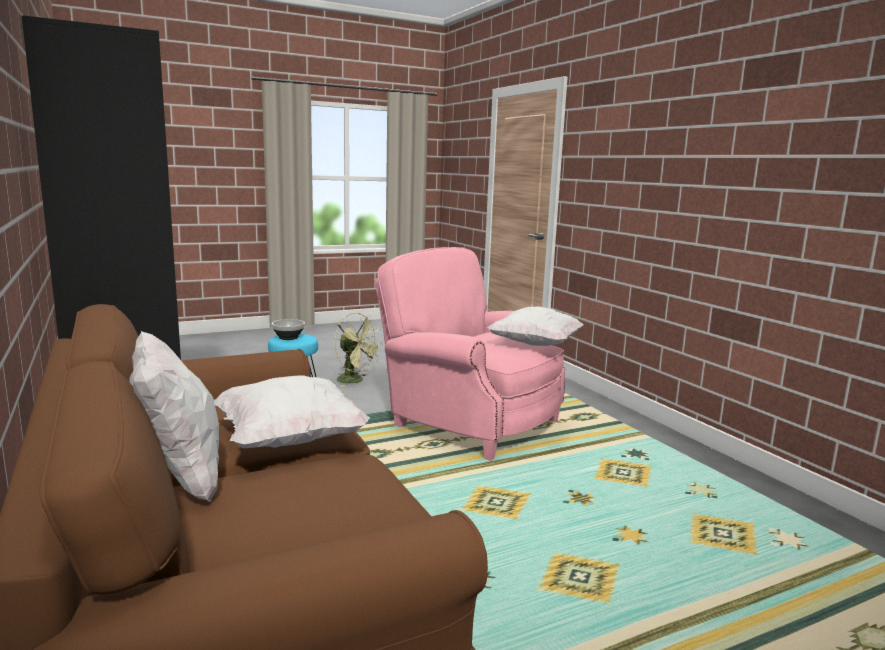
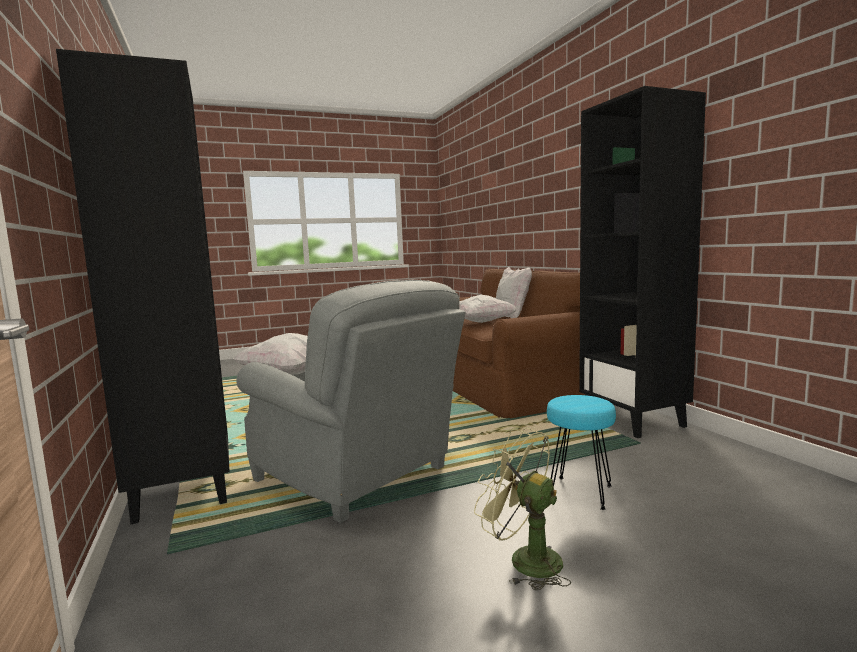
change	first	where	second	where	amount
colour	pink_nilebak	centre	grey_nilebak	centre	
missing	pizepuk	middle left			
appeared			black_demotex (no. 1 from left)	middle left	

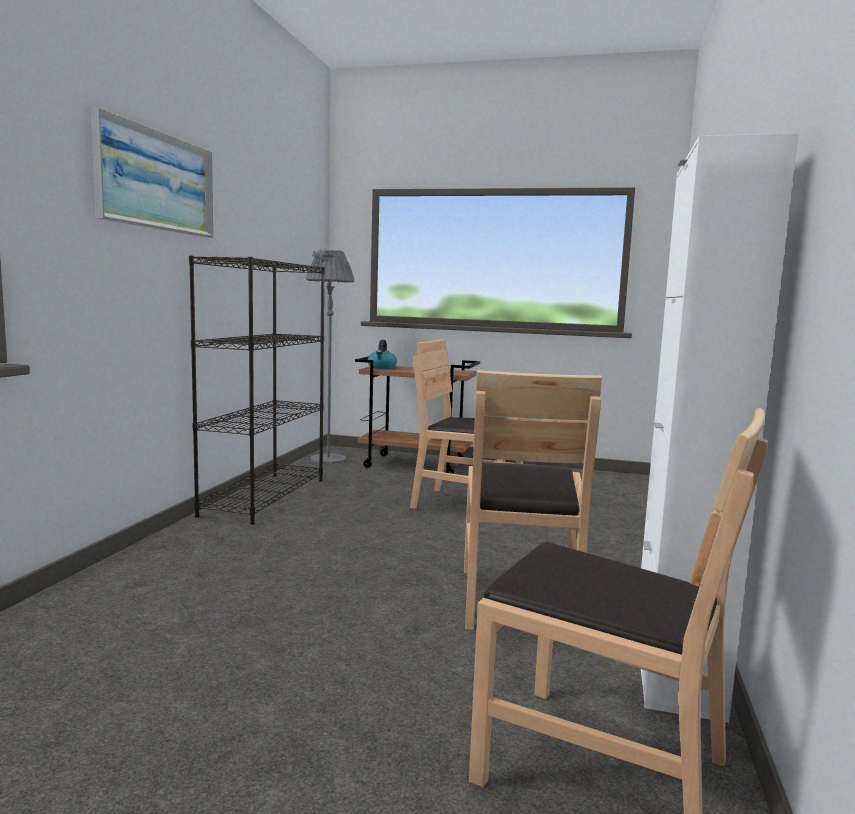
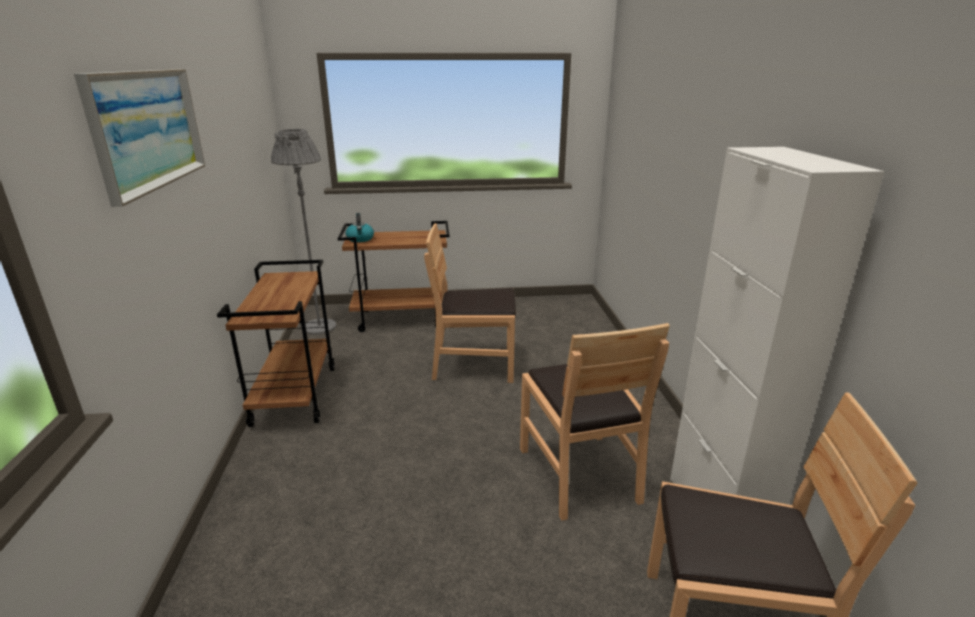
change	first	where	second	where	amount
exchanged	black_demotex	middle left	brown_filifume (no. 1 from left)	middle left	

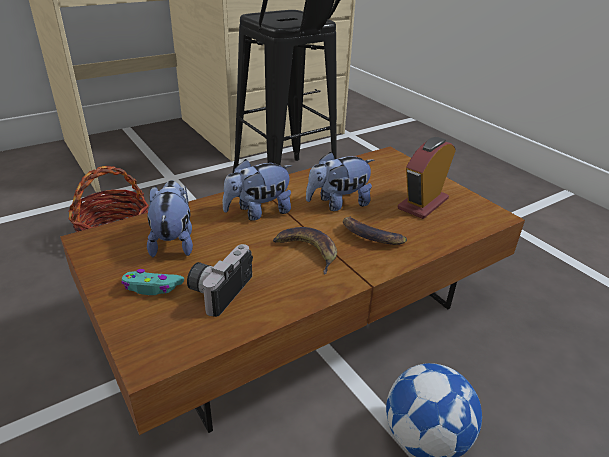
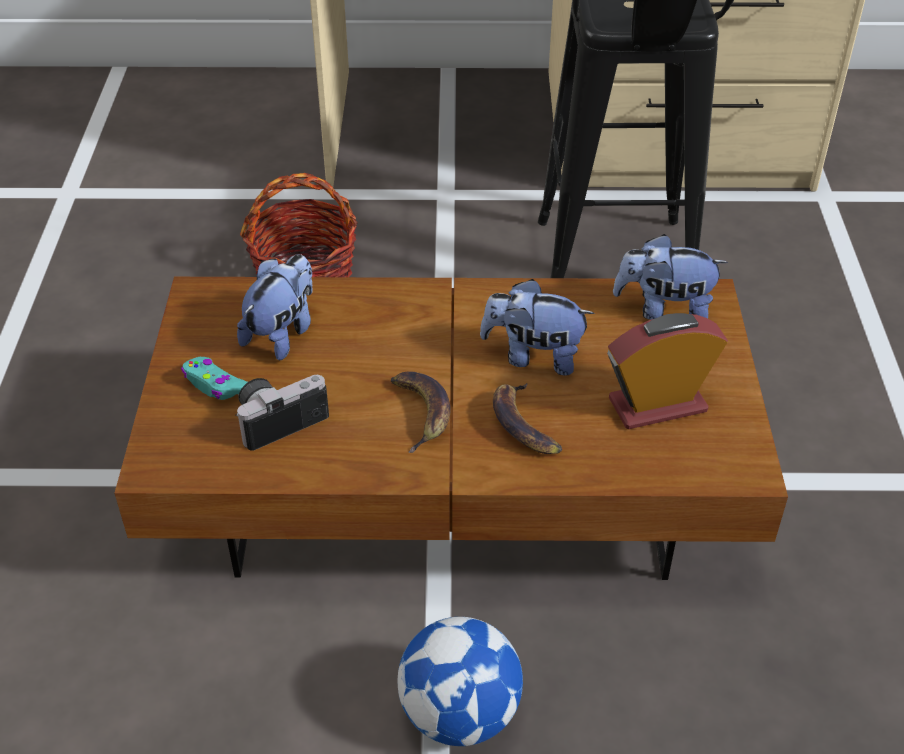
change	first	where	second	where	amount
relocated	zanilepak (no. 2 from left in the first image)	centre	zanilepak (no. 3 from left)	middle right	

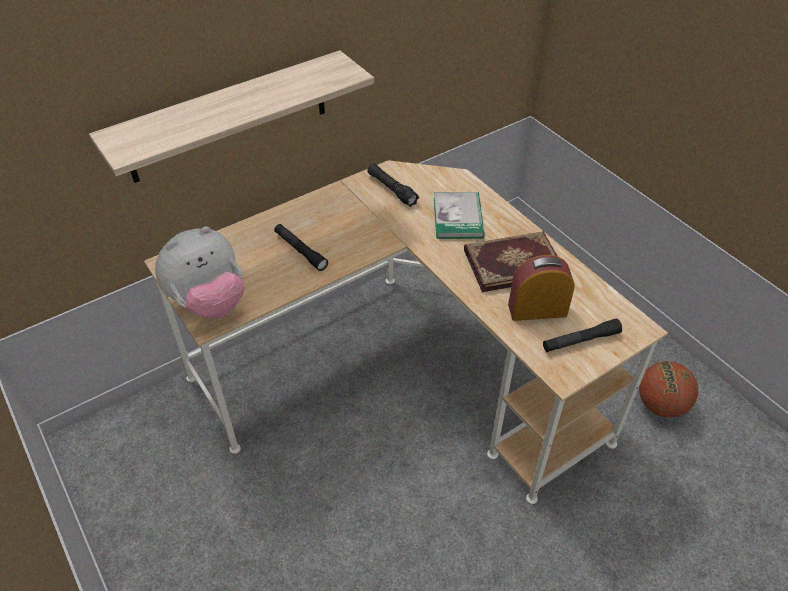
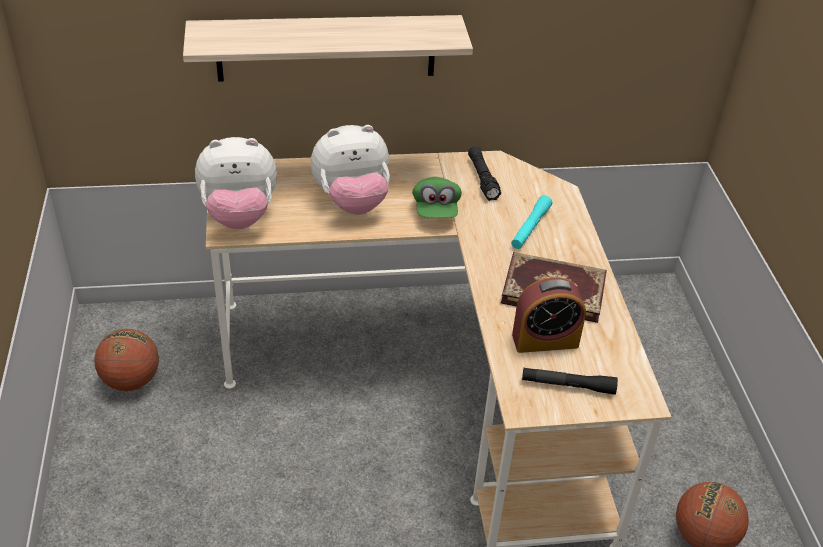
change	first	where	second	where	amount
exchanged	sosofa (no. 1 from left)	centre	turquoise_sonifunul	centre	
exchanged	black_sonifunul (no. 1 from left)	centre	zanilepak (no. 2 from left)	top centre	
spun	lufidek	middle right		middle right	150 degrees clockwise
appeared			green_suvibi	centre	
appeared			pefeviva (no. 1 from left)	middle left	

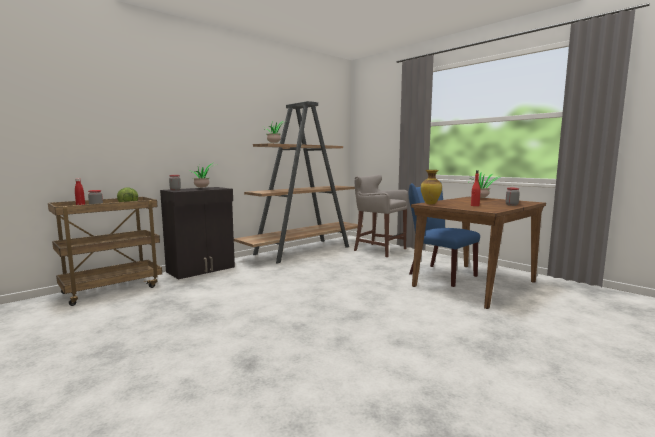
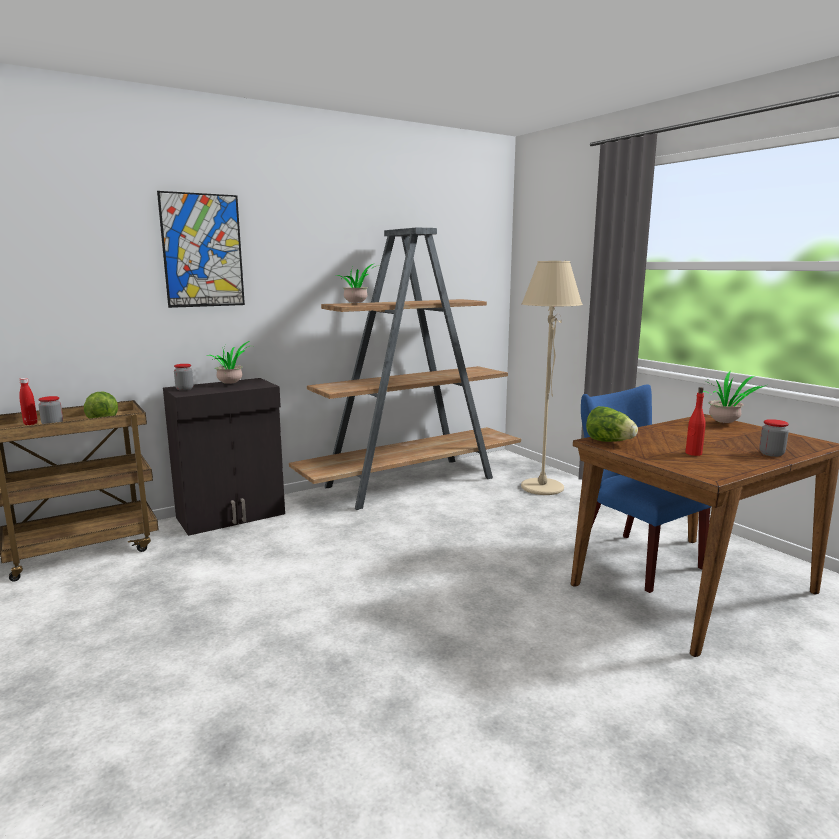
change	first	where	second	where	amount
exchanged	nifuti	centre	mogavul (no. 2 from left)	middle right	
exchanged	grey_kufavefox	centre	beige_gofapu	centre	
appeared			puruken	top left	

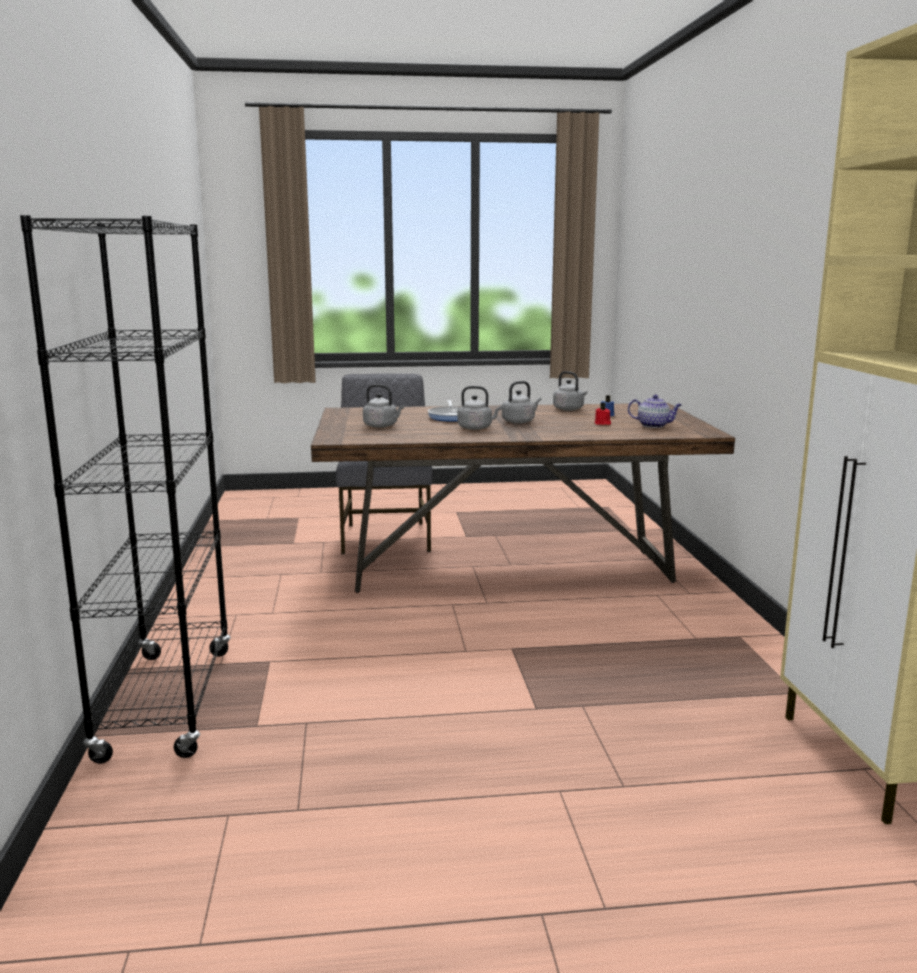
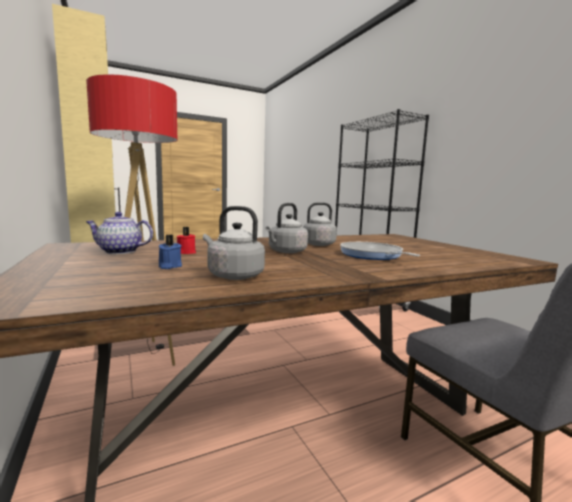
change	first	where	second	where	amount
missing	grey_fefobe (no. 1 from left)	centre			
appeared			gofapu	middle left	

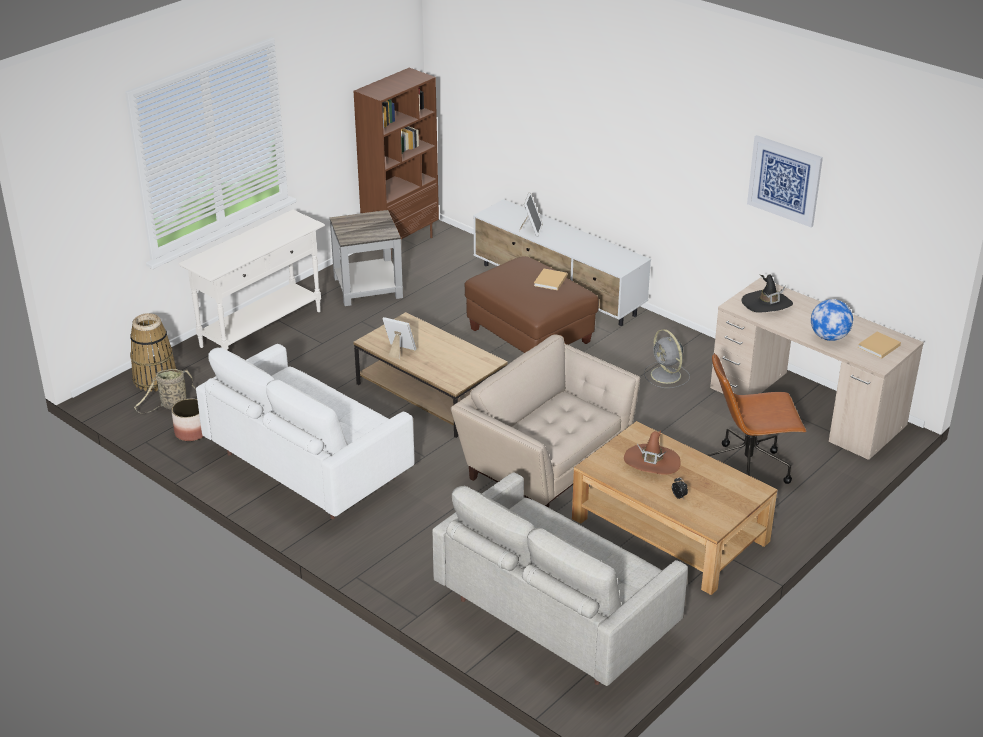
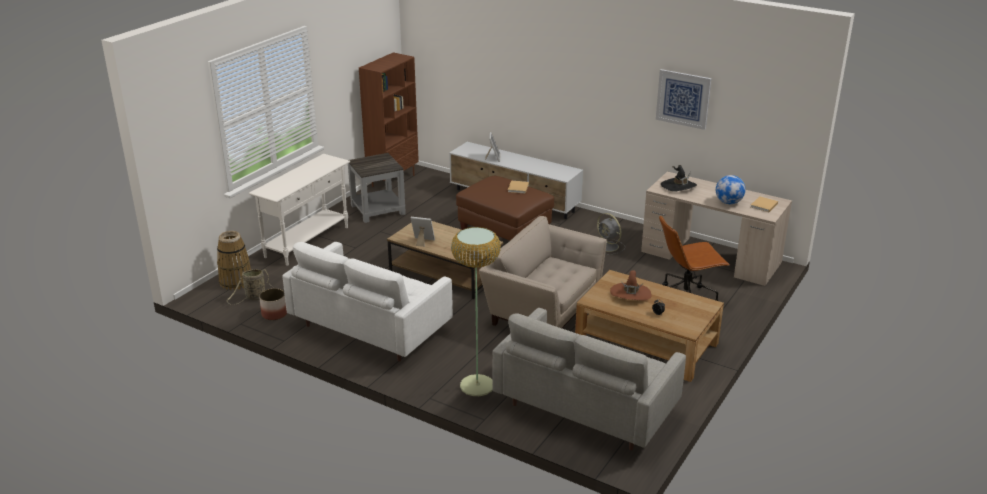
change	first	where	second	where	amount
appeared			gofapu	centre	

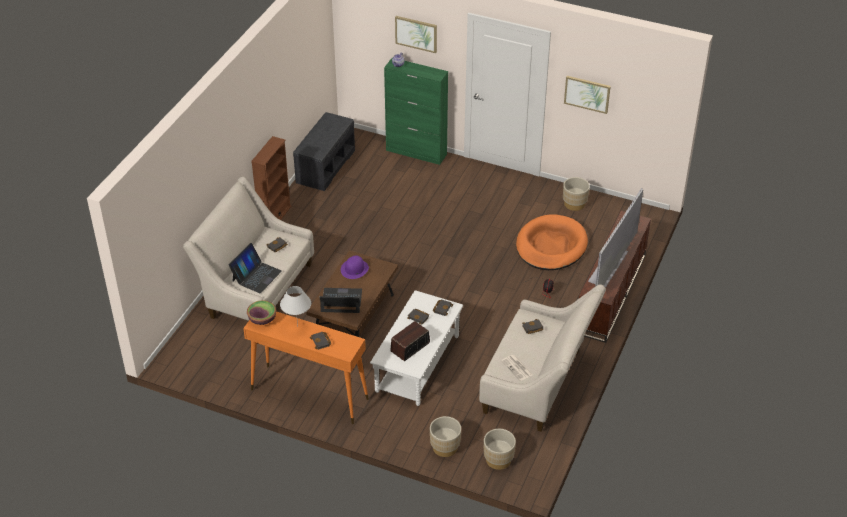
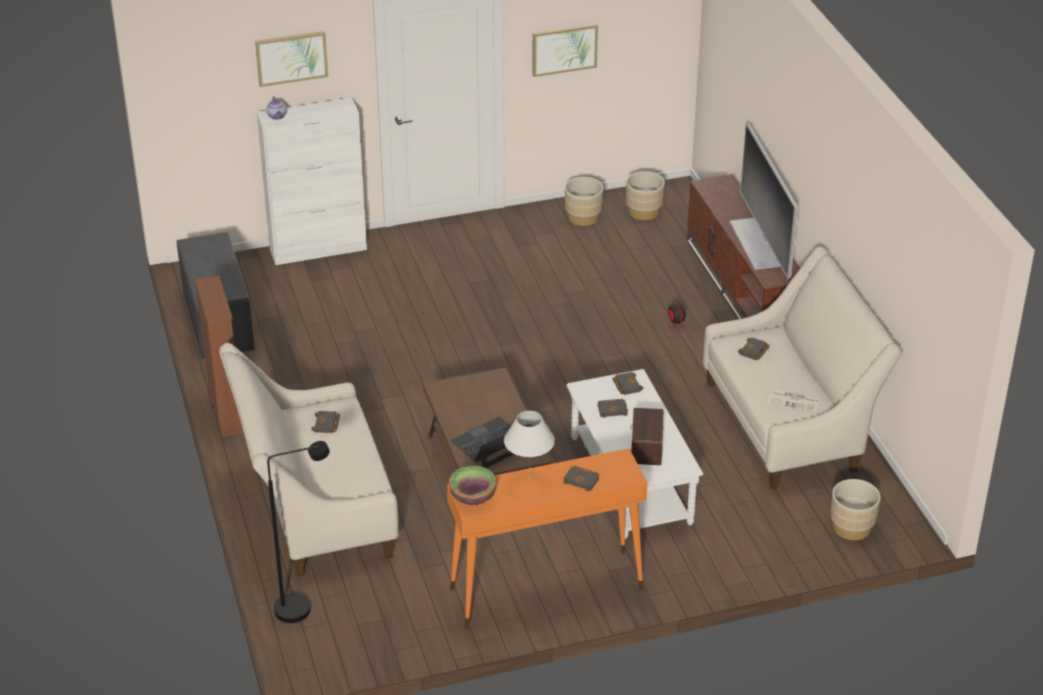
change	first	where	second	where	amount
colour	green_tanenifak	top centre	white_tanenifak	top left	
missing	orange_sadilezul	centre			
missing	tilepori (no. 1 from left)	middle left			
missing	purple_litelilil	centre			
relocated	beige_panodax (no. 1 from left in the first image)	bottom centre	beige_panodax (no. 2 from left)	top centre	
appeared			black_gofapu	bottom left	

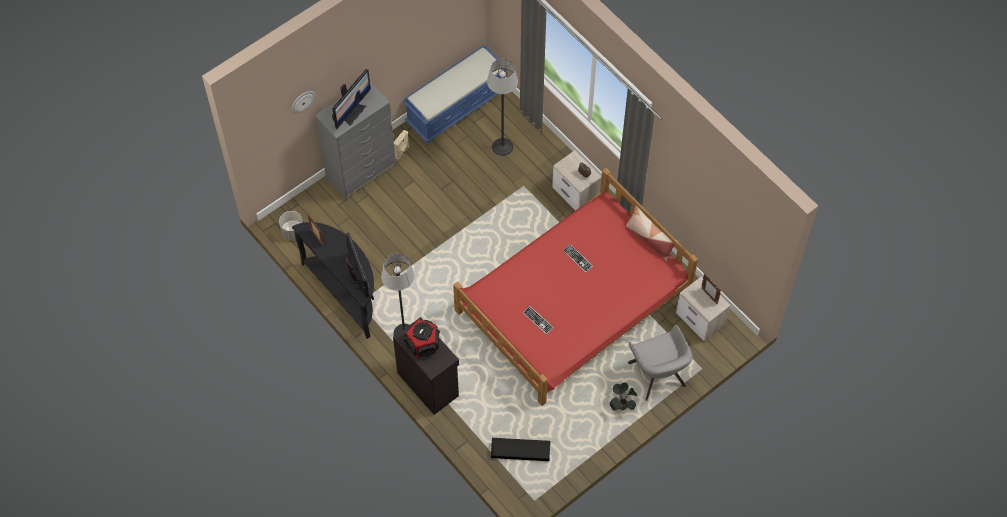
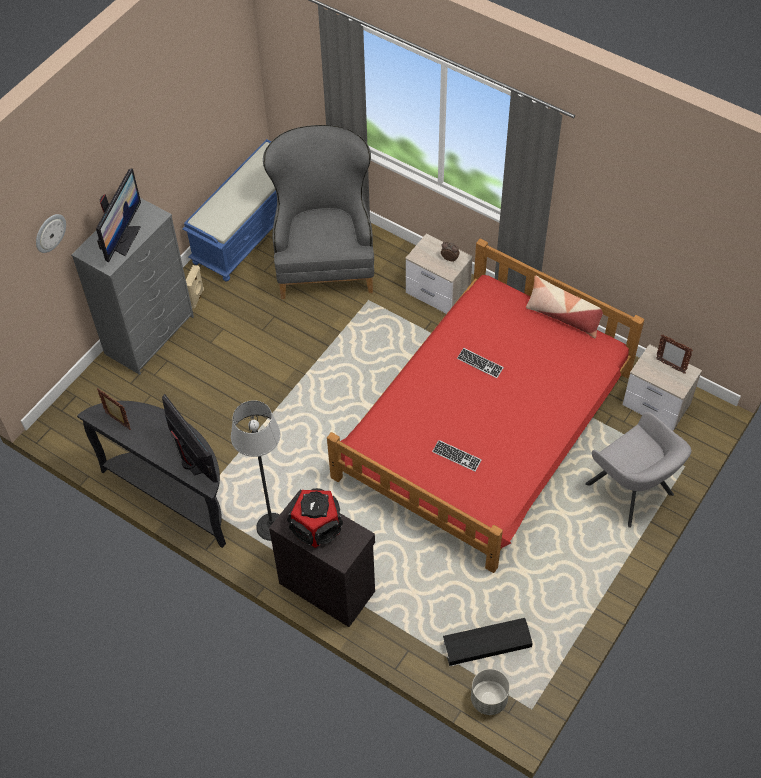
change	first	where	second	where	amount
exchanged	gofapu (no. 2 from left)	top centre	grey_nilebak (no. 1 from left)	top centre	
relocated	grey_panodax	middle left		bottom centre	
missing	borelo	bottom centre			

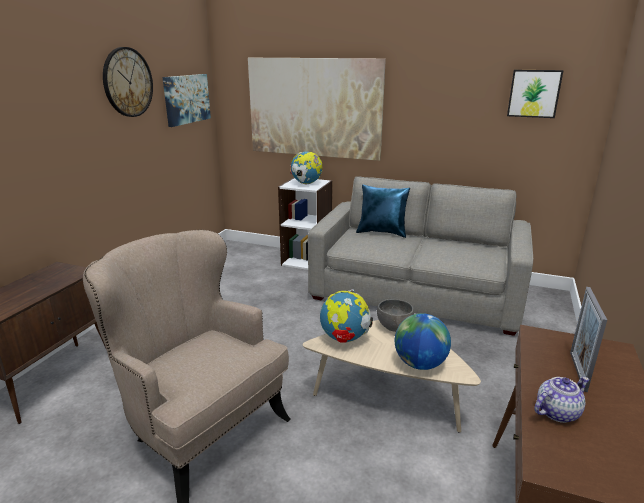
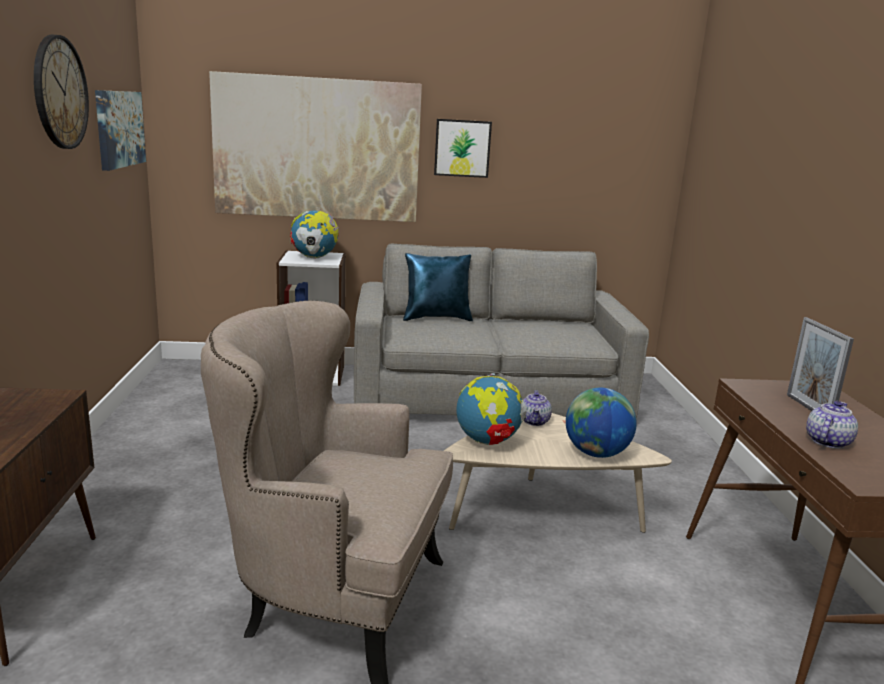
change	first	where	second	where	amount
relocated	puruken (no. 3 from left)	top right		top centre	
exchanged	grey_pizepuk	centre	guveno (no. 1 from left)	centre	

